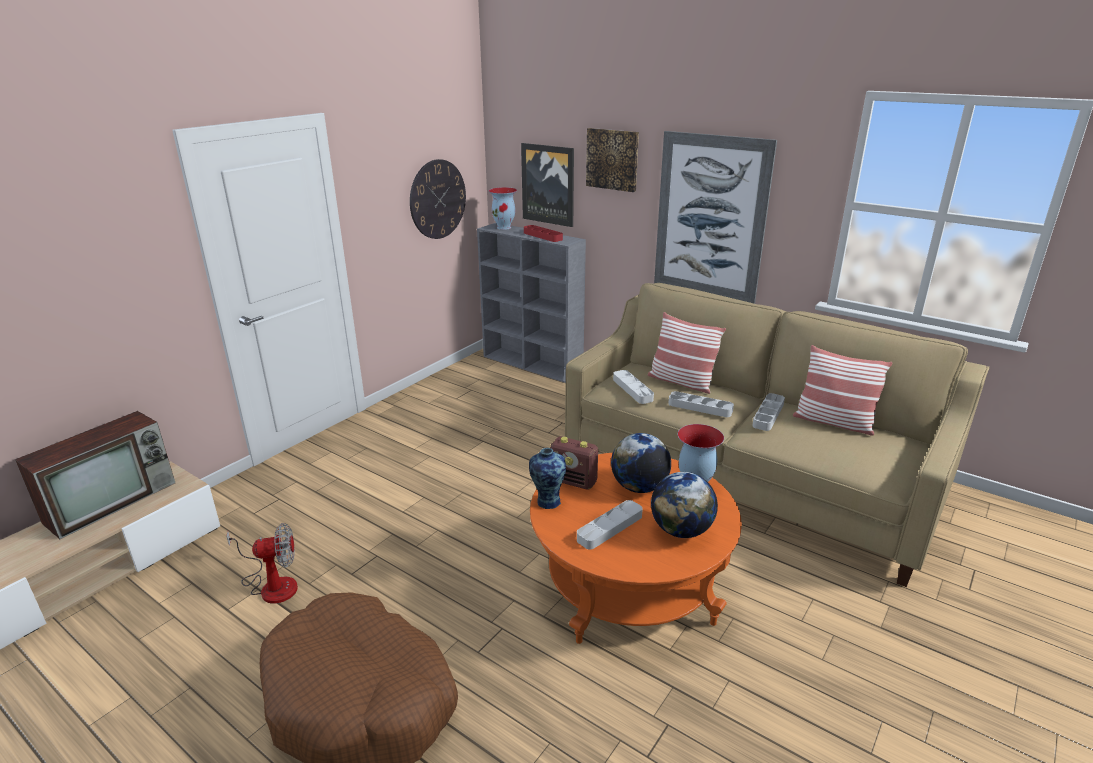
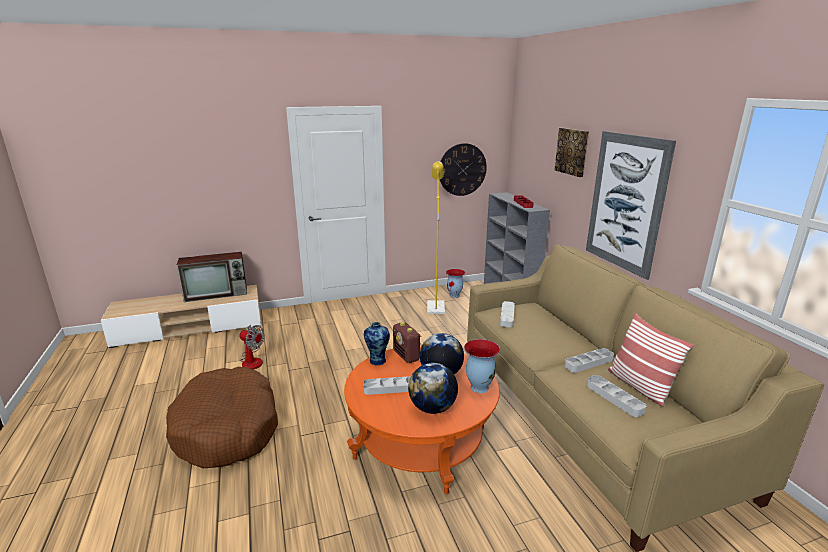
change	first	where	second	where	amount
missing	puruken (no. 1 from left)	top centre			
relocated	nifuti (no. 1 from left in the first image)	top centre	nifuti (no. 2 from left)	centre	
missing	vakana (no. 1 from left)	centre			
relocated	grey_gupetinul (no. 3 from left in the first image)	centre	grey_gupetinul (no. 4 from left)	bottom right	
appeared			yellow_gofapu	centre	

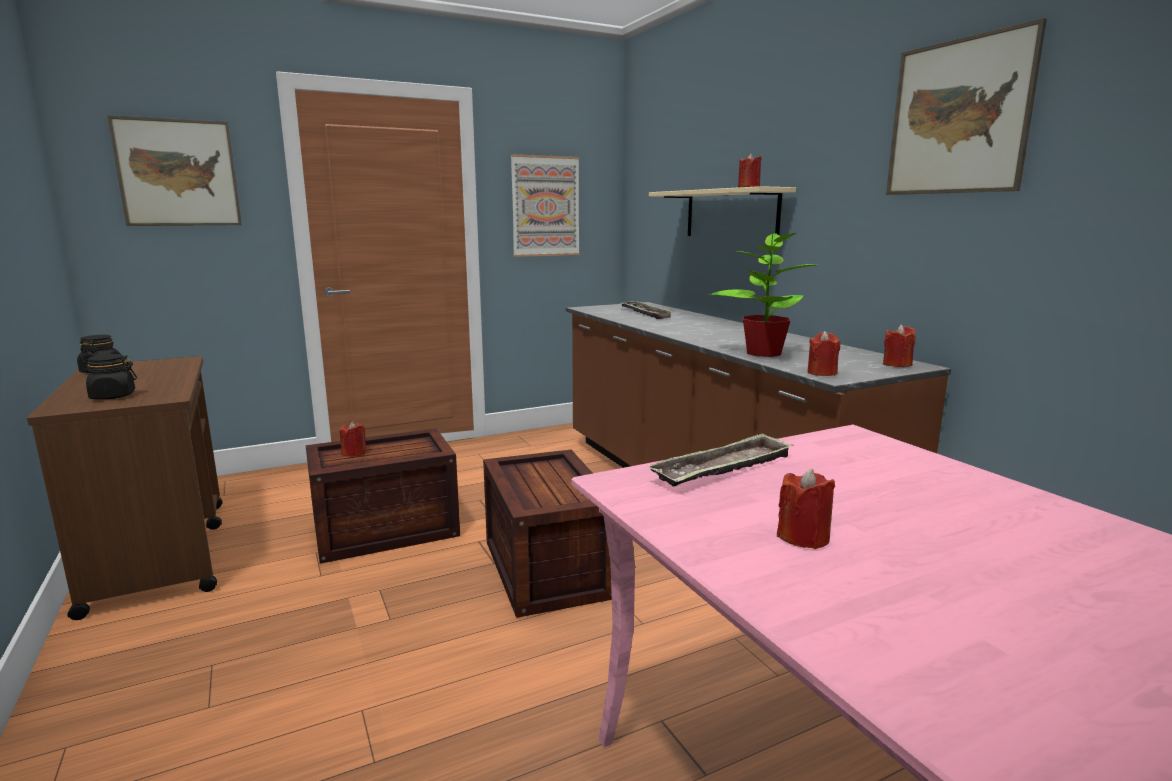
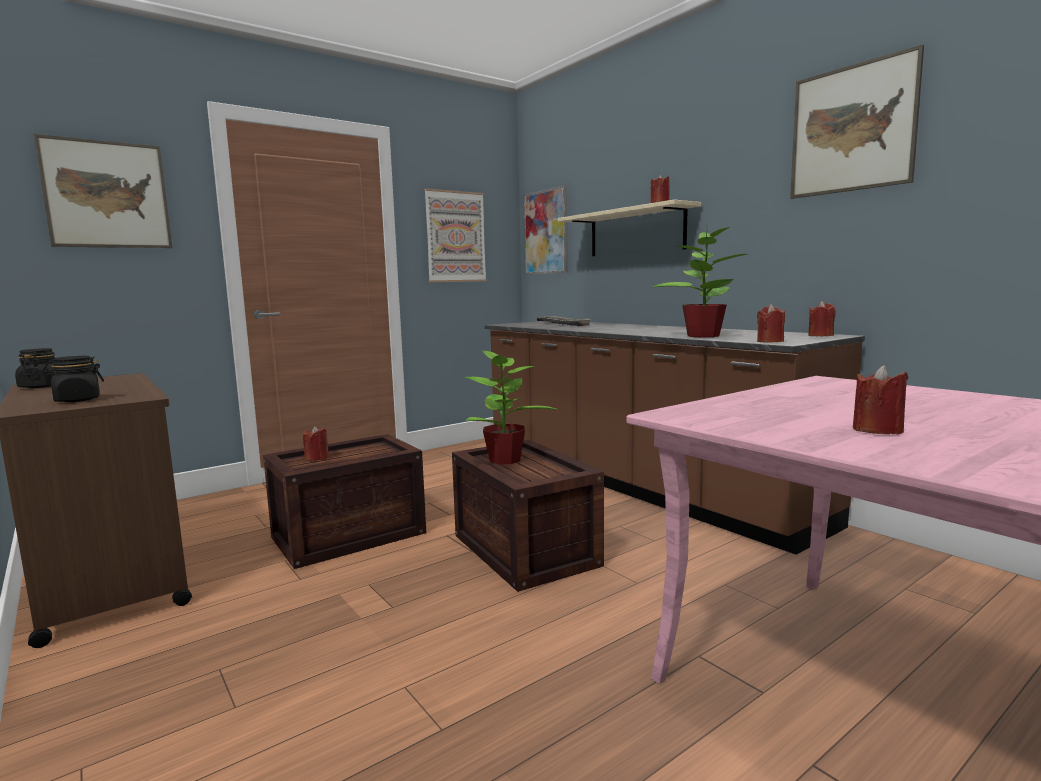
change	first	where	second	where	amount
missing	gupetinul (no. 2 from left)	centre			
appeared			puruken (no. 3 from left)	top centre	
appeared			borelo (no. 1 from left)	centre	

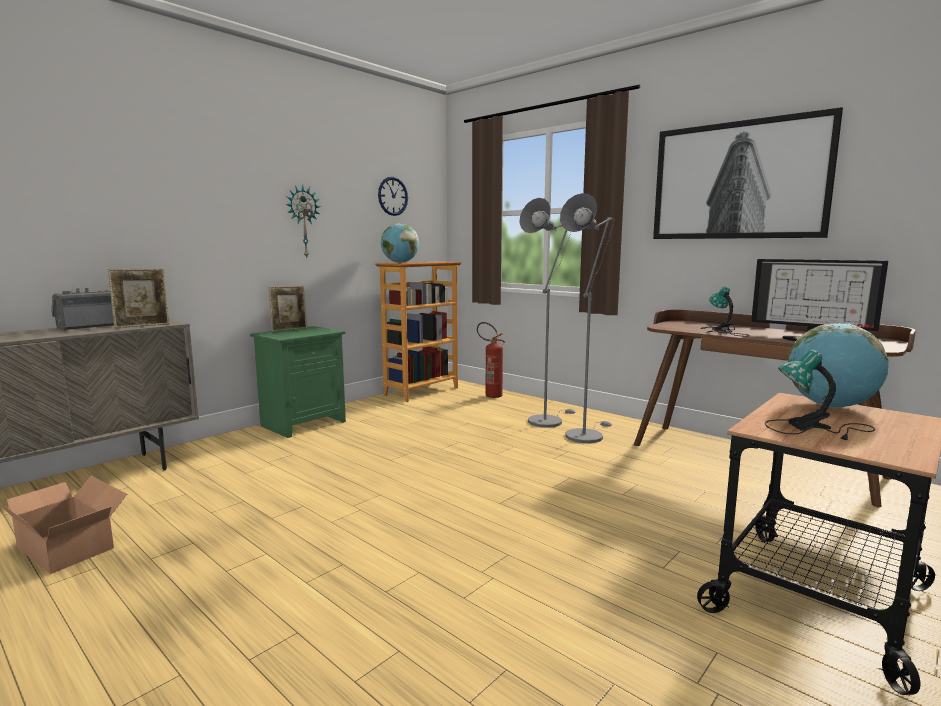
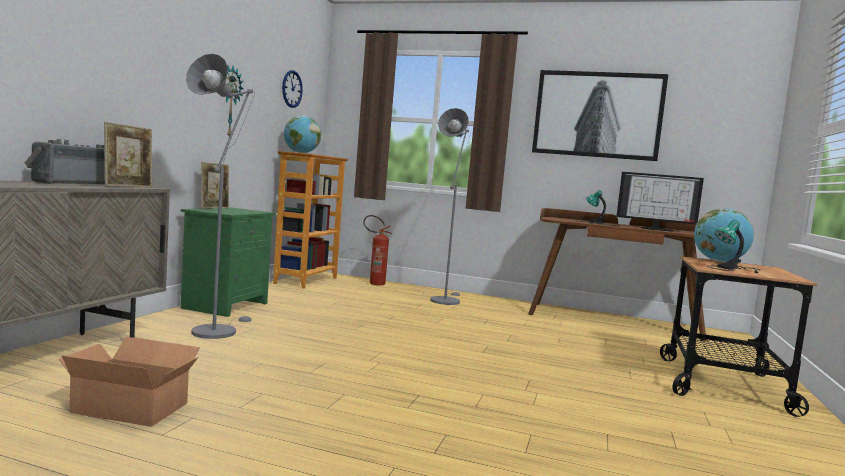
change	first	where	second	where	amount
relocated	grey_gofapu (no. 2 from left in the first image)	centre	grey_gofapu (no. 1 from left)	middle left	

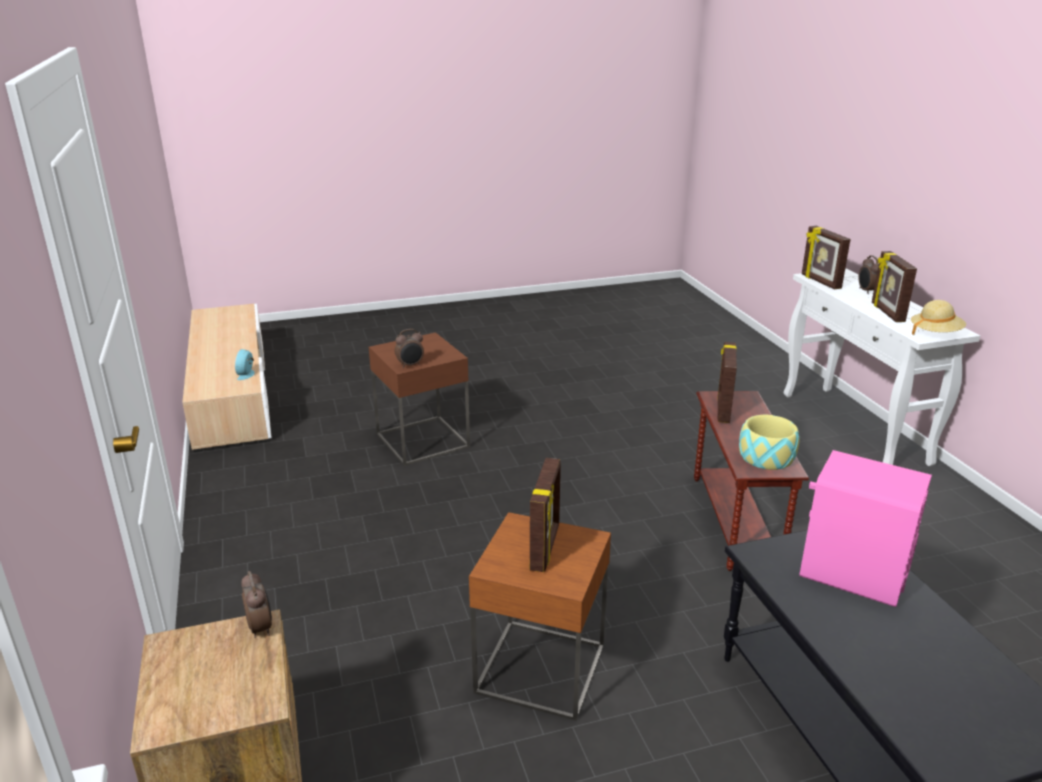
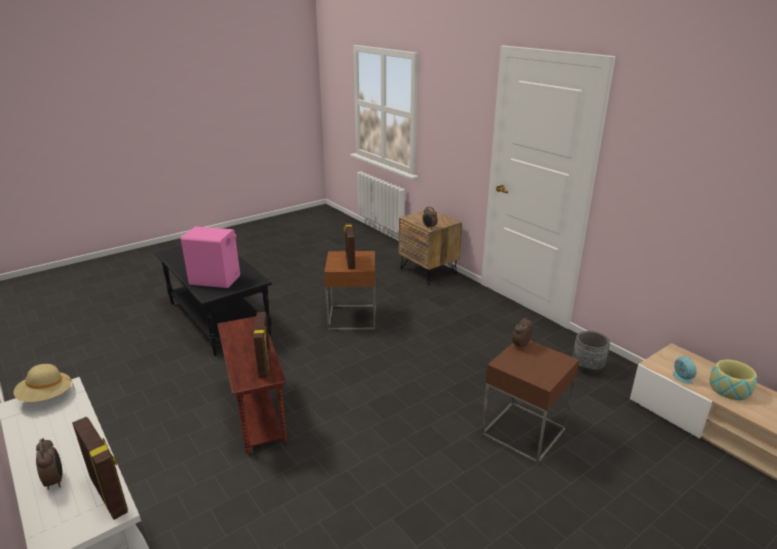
change	first	where	second	where	amount
missing	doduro (no. 4 from left)	middle right			
relocated	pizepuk	middle right		bottom right	
appeared			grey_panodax	middle right	

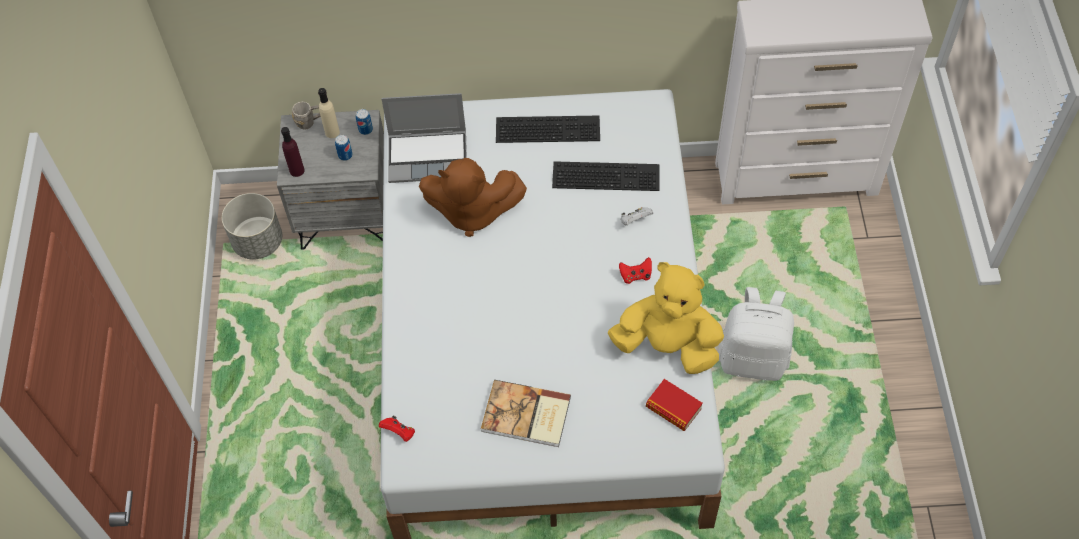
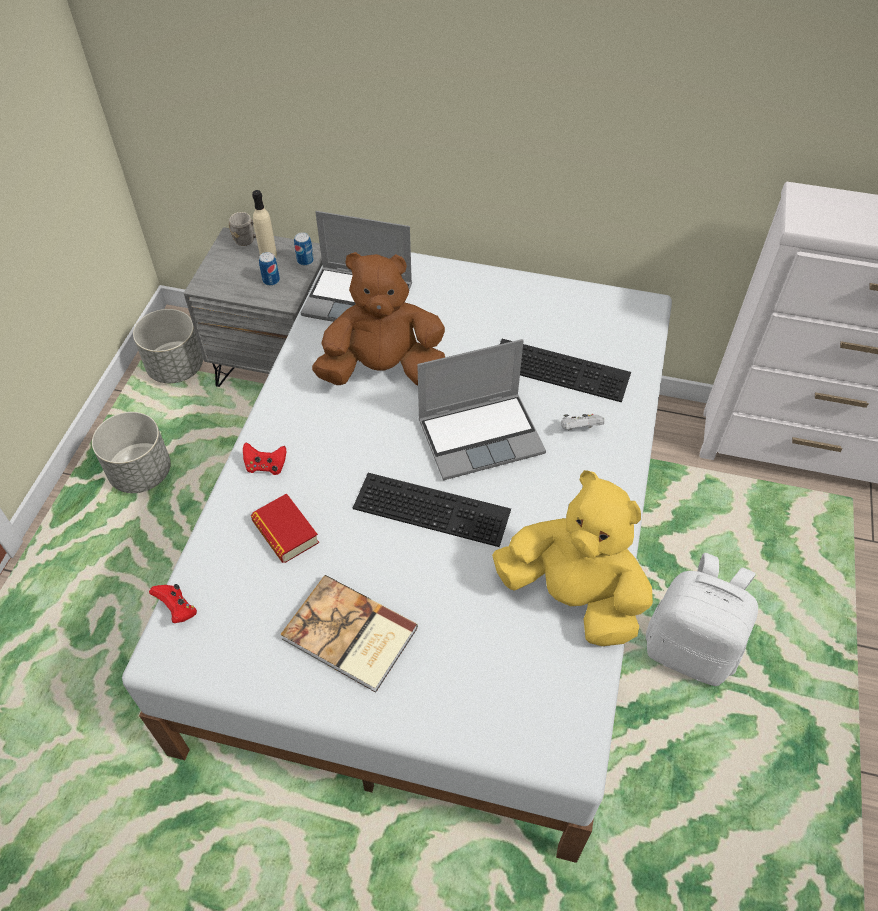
change	first	where	second	where	amount
relocated	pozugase (no. 1 from left)	top centre		centre	
missing	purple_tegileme	top left			
spun	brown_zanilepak	centre		centre	150 degrees clockwise
relocated	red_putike (no. 2 from left)	centre		middle left	
relocated	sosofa (no. 2 from left in the first image)	bottom centre	sosofa (no. 1 from left)	middle left	
appeared			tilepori (no. 2 from left)	centre	
appeared			grey_panodax (no. 1 from left)	middle left	

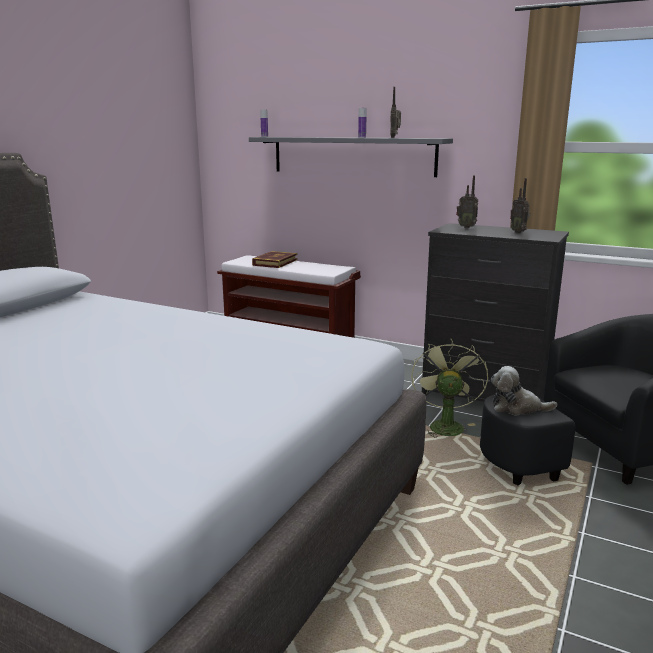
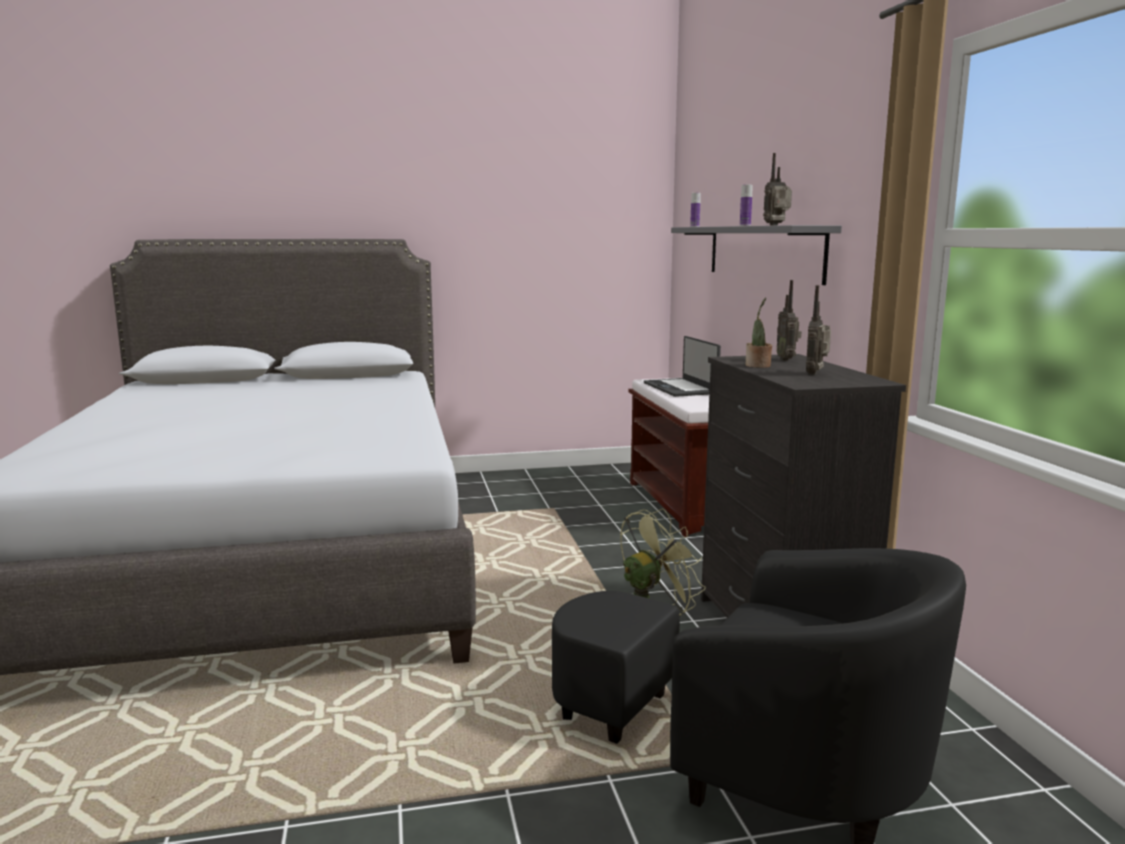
change	first	where	second	where	amount
exchanged	sosofa	centre	tilepori	centre	
missing	zanilepak	middle right			
appeared			borelo	middle right	

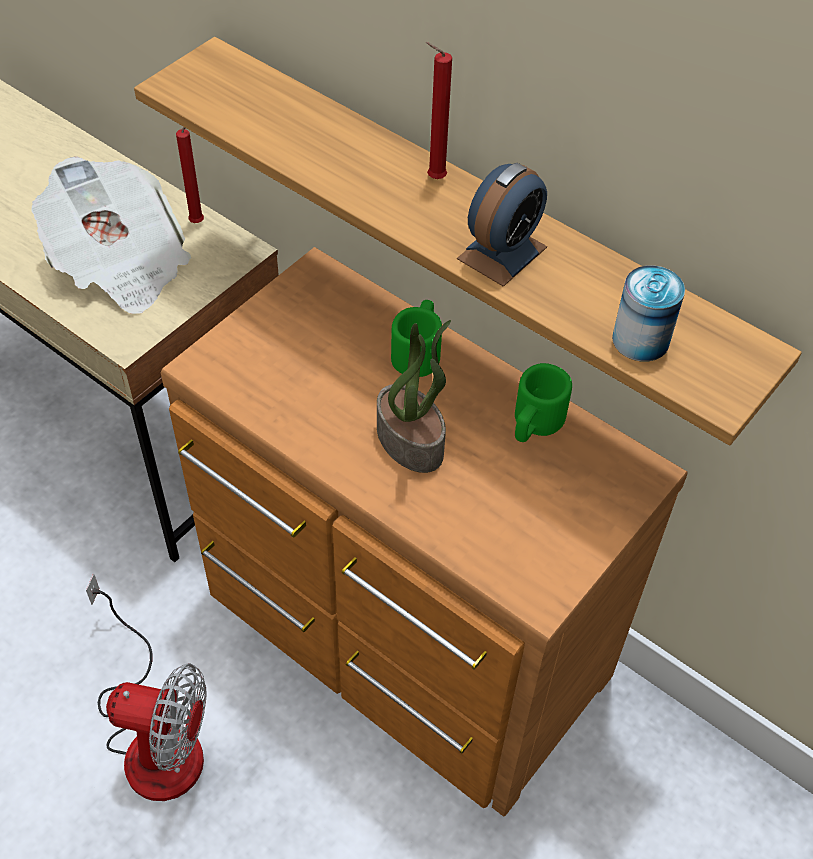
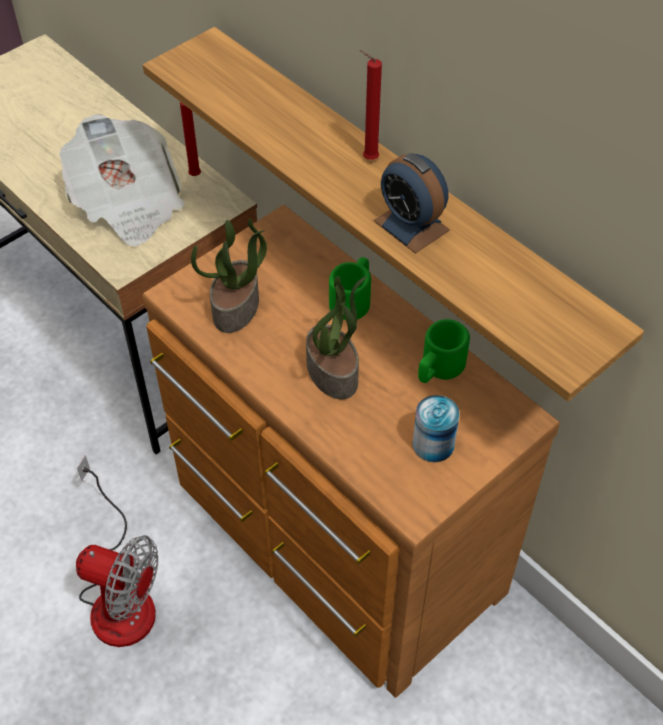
change	first	where	second	where	amount
spun	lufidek	top centre		top centre	90 degrees clockwise
relocated	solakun	middle right		centre	
appeared			borelo (no. 1 from left)	centre	

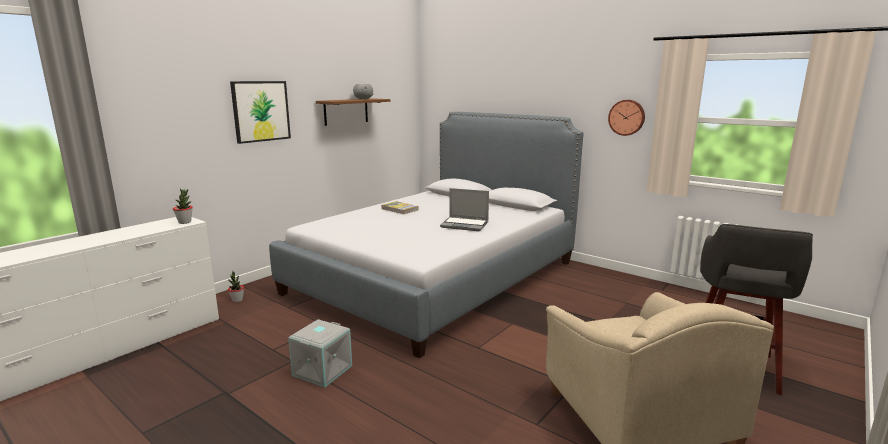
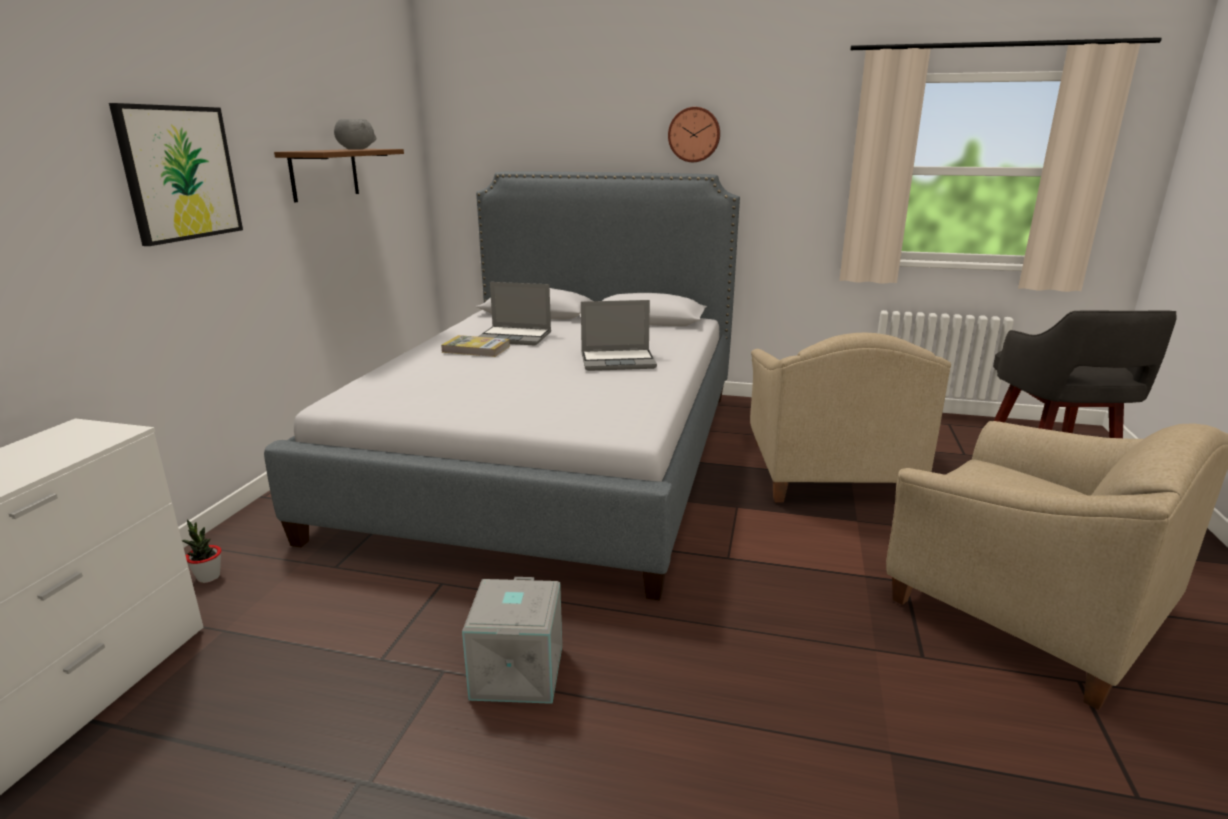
change	first	where	second	where	amount
relocated	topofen	top right		top centre	
missing	borelo (no. 1 from left)	middle left			
appeared			tilepori (no. 1 from left)	centre	
appeared			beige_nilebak (no. 1 from left)	middle right	

